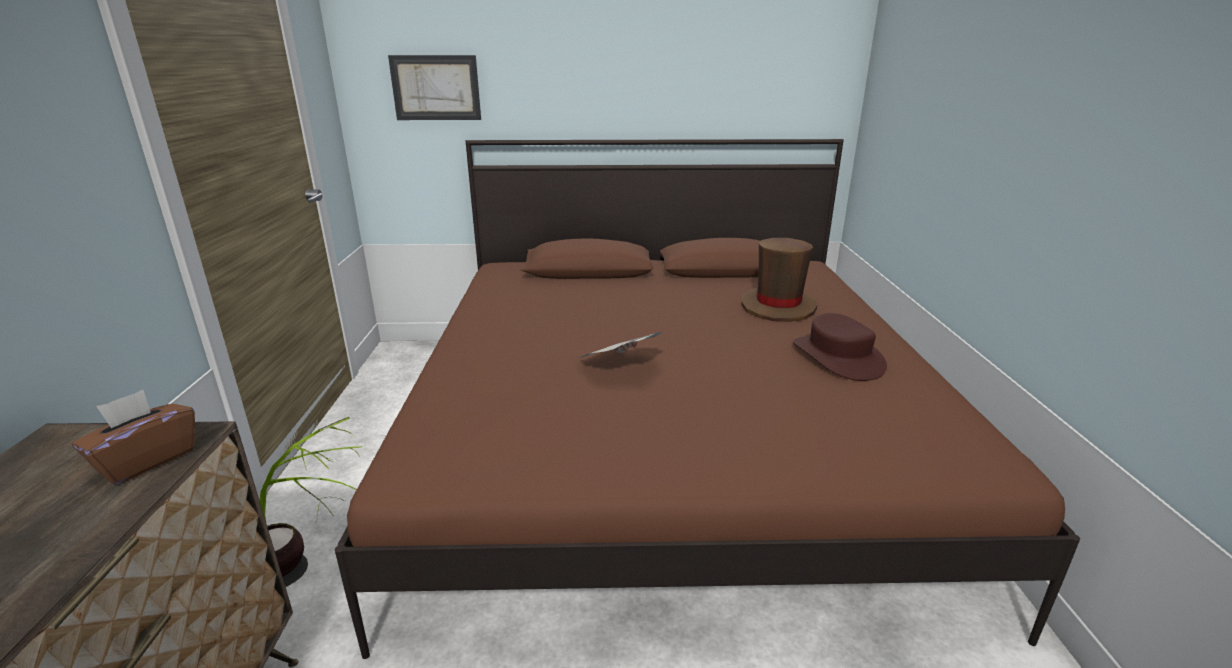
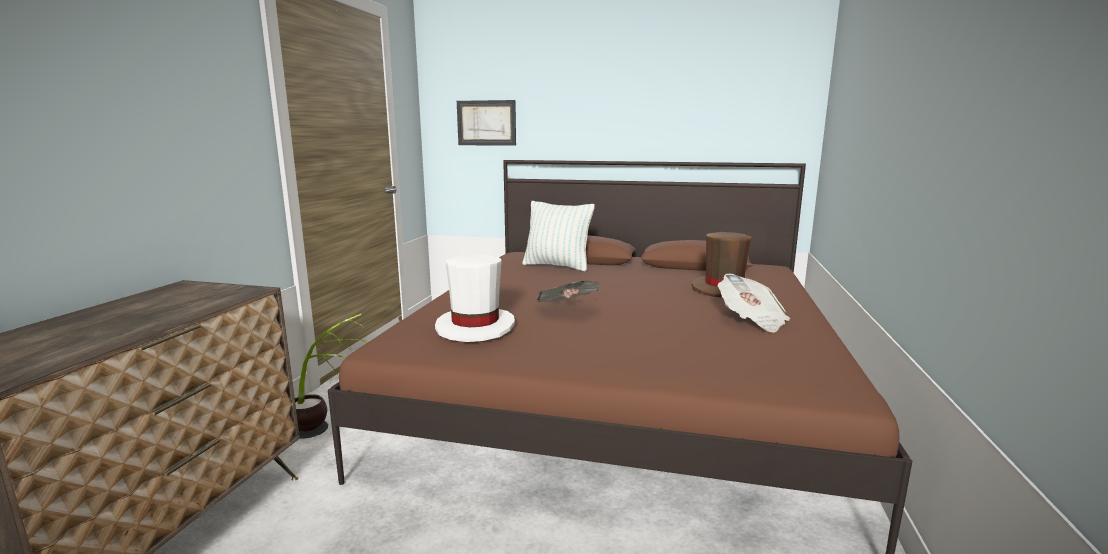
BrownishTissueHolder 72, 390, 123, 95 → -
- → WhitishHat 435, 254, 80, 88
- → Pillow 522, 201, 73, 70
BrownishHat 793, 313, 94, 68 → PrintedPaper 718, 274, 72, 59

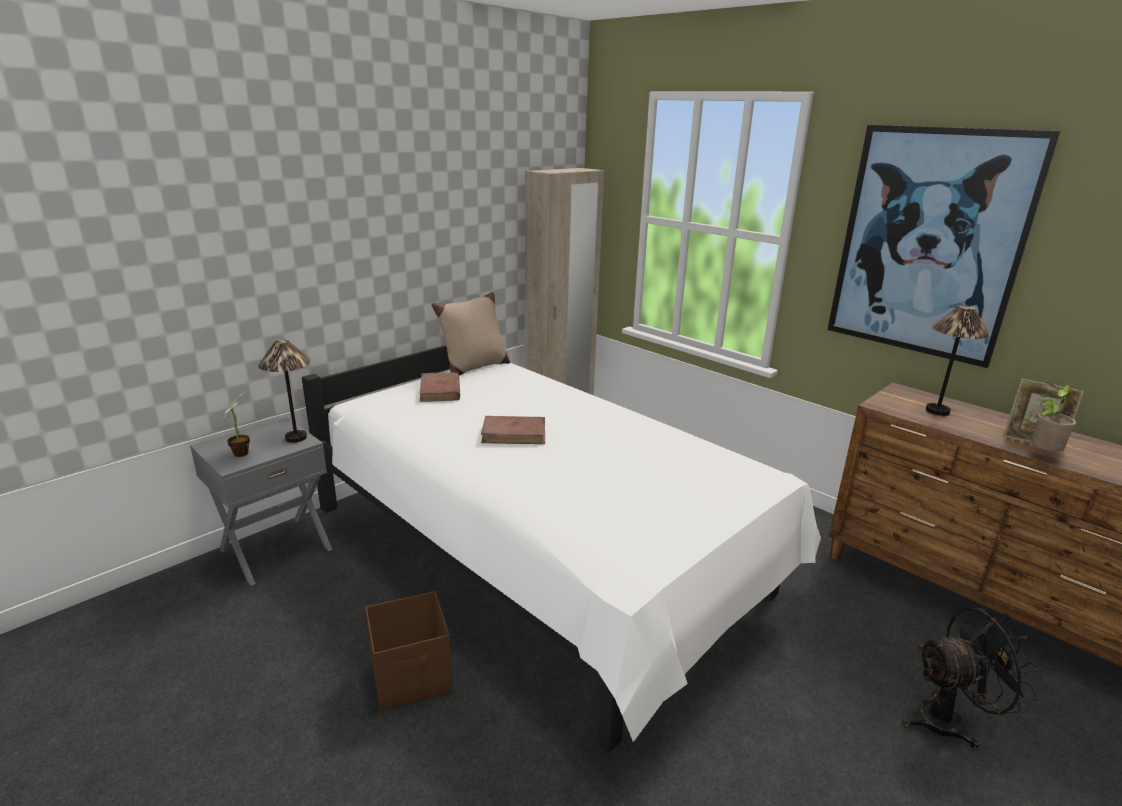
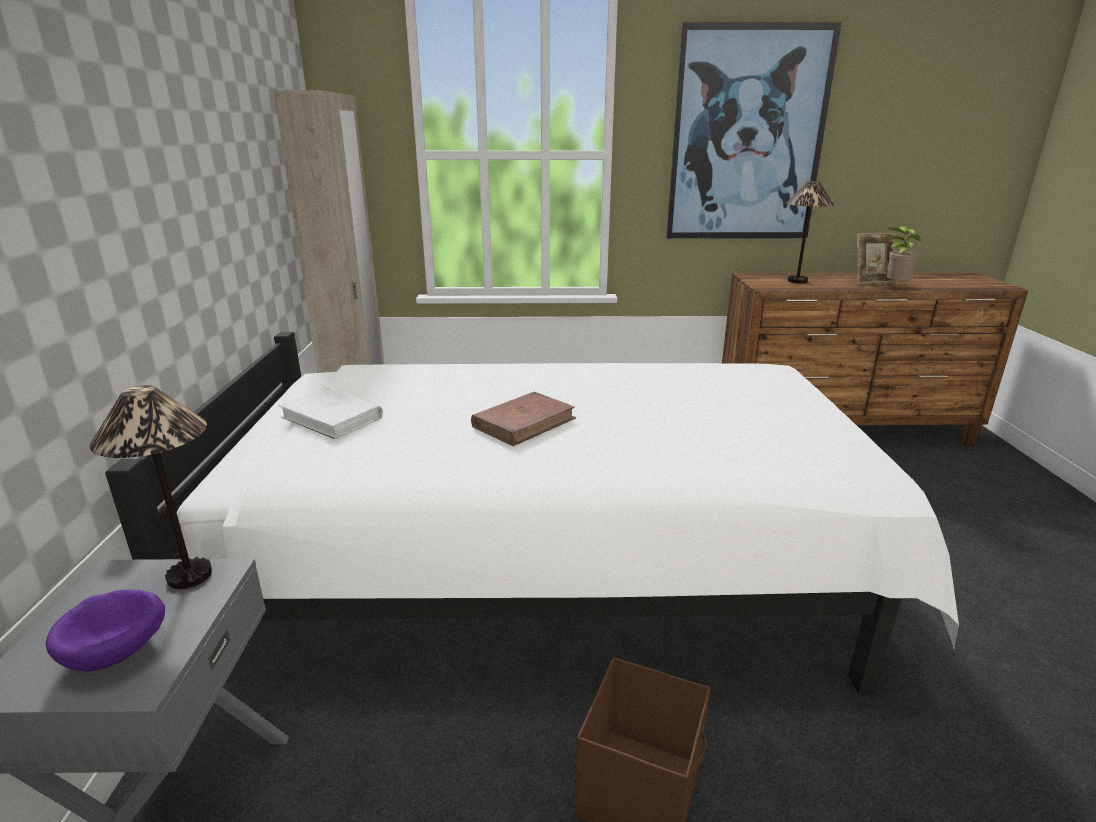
BeigeColouredPillow 431, 292, 79, 83 → -
BlackElectricFan 902, 608, 139, 142 → -
PottedPlant 222, 392, 28, 65 → PurpleDeepDish 46, 589, 119, 83
BrownishBook 420, 372, 40, 30 → WhitishBook 279, 388, 104, 51

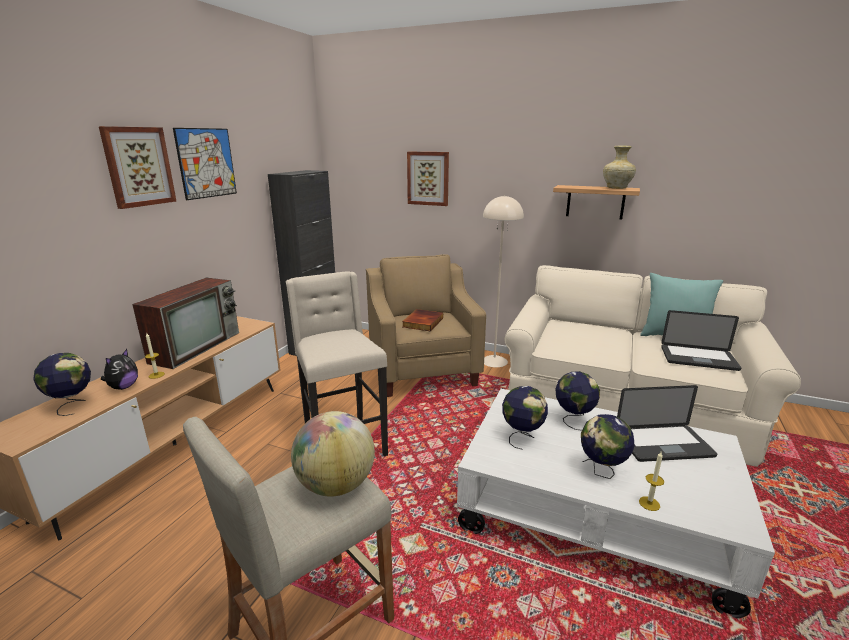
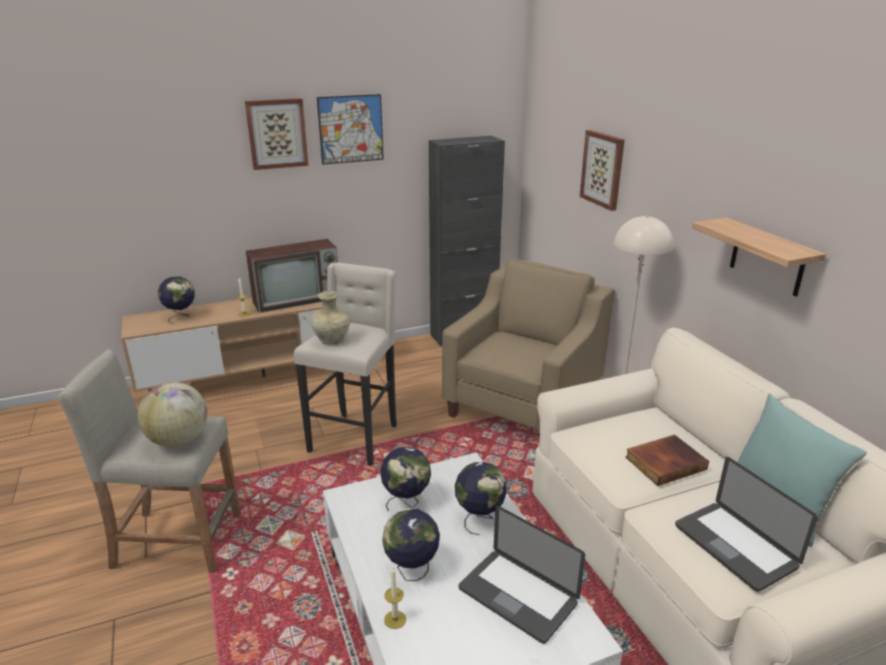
SoftToy 101, 349, 37, 41 → -
Book 402, 309, 41, 23 → Book 625, 435, 84, 51, moved
BeigeColouredDecorativeVase 603, 145, 33, 44 → BeigeColouredDecorativeVase 311, 291, 39, 54, moved

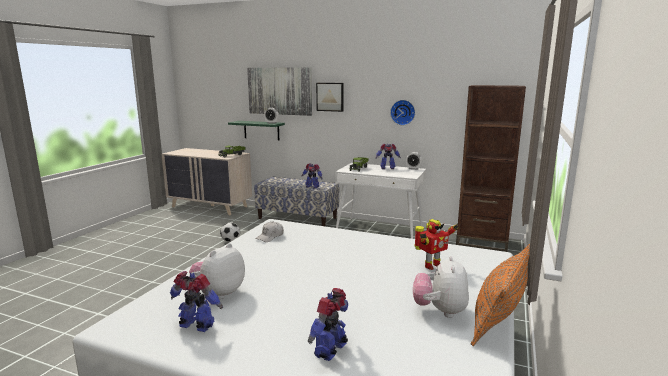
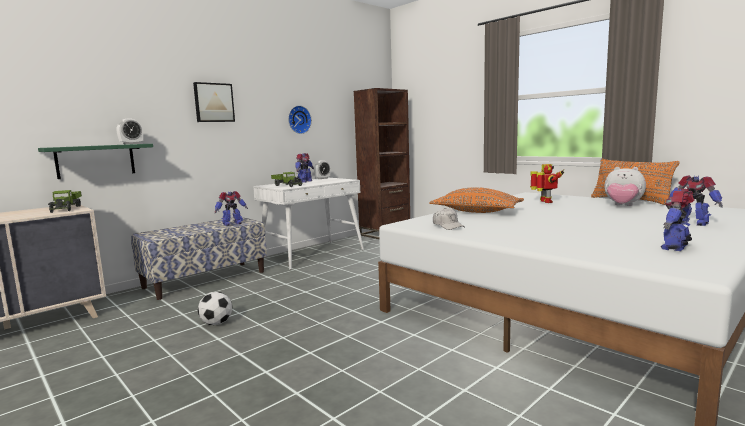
SoftToy 189, 243, 56, 56 → -
WallArt 247, 67, 65, 49 → -
- → OrangeColouredPillow 430, 187, 94, 26

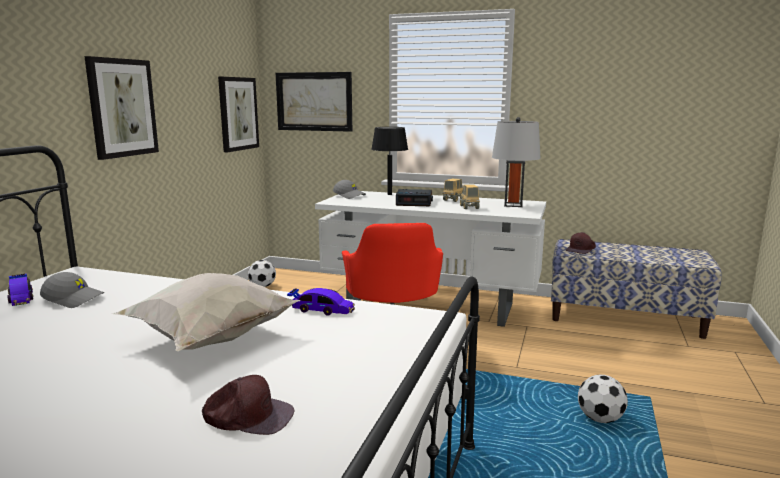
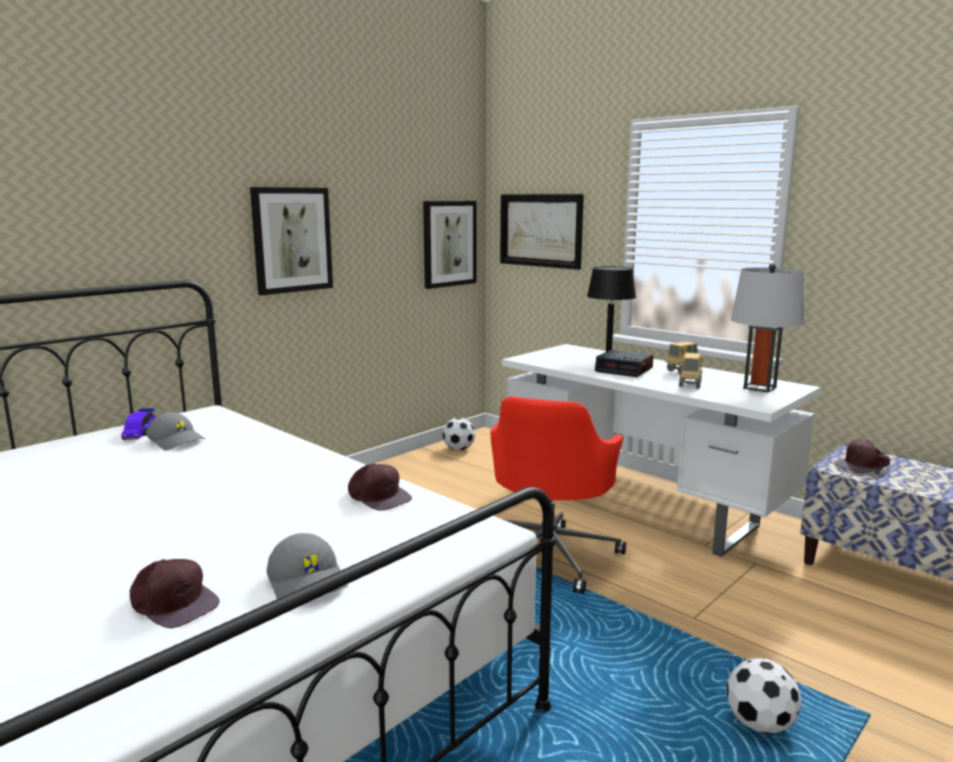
WhitishPillow 111, 273, 190, 78 → -
GrayBaseballCap 333, 180, 33, 19 → GrayBaseballCap 267, 533, 81, 66, moved
ModelCar 287, 288, 68, 27 → BrownishBaseballCap 348, 463, 64, 48

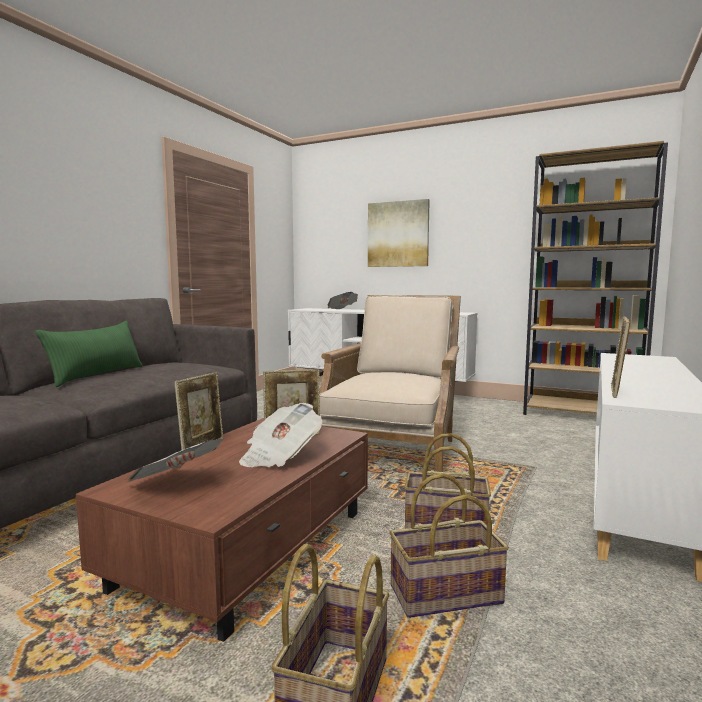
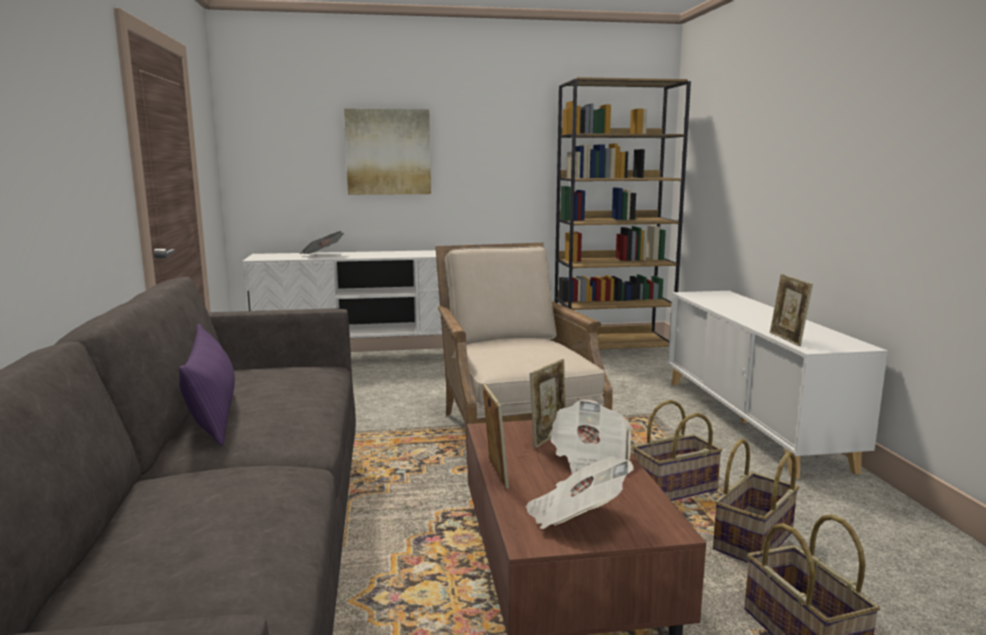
GreenPillow 35, 321, 108, 66 → PurplePillow 179, 324, 56, 122

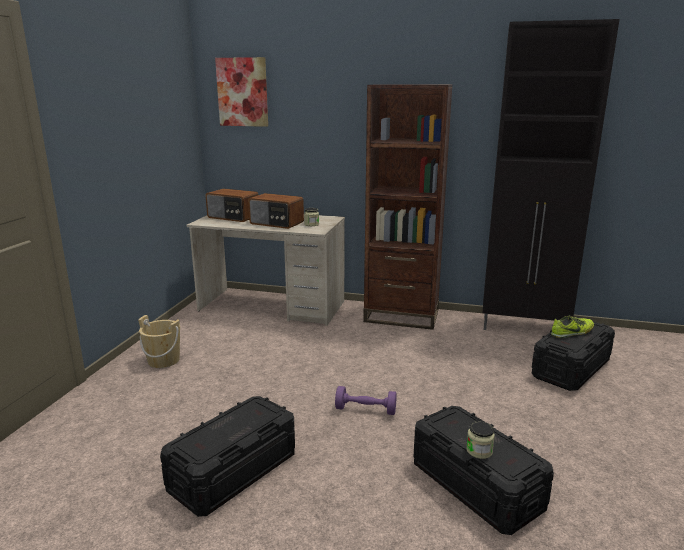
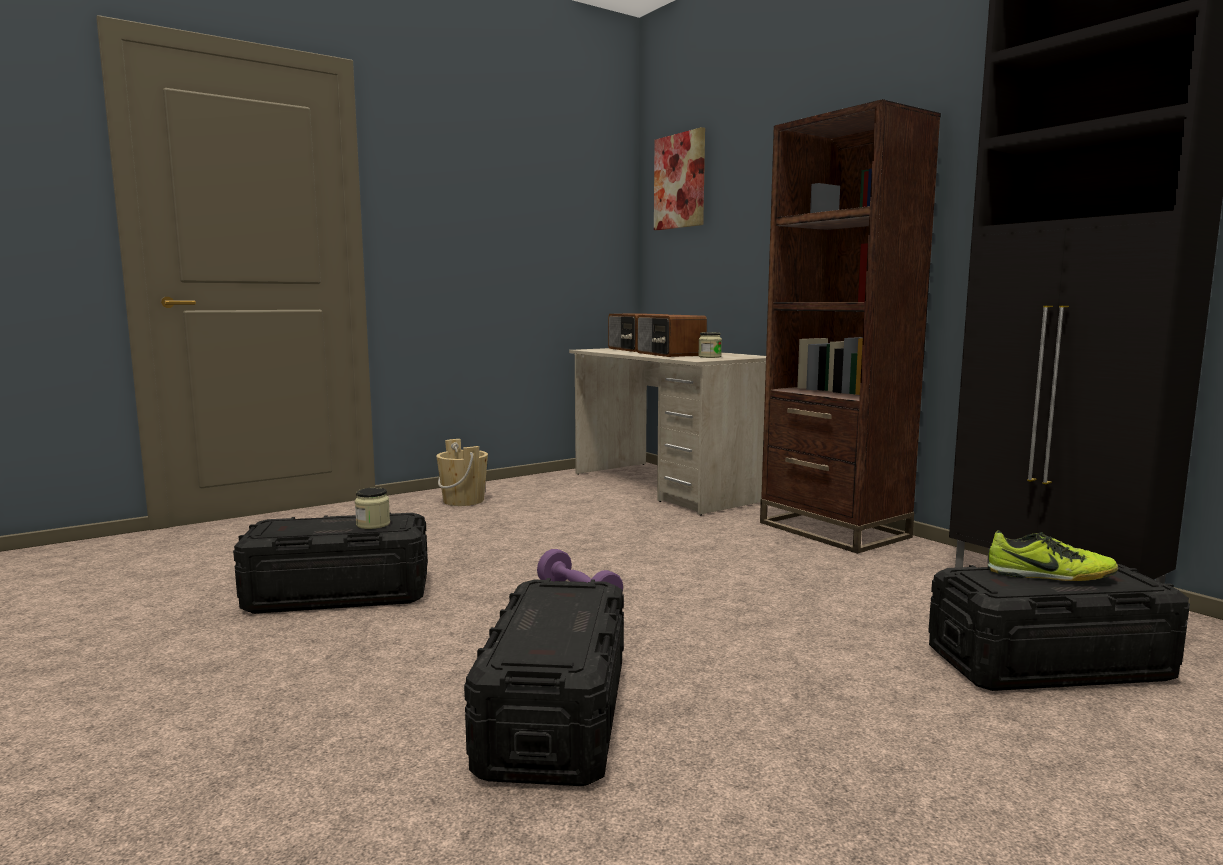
StorageJar 466, 421, 29, 38 → StorageJar 355, 487, 35, 42, moved

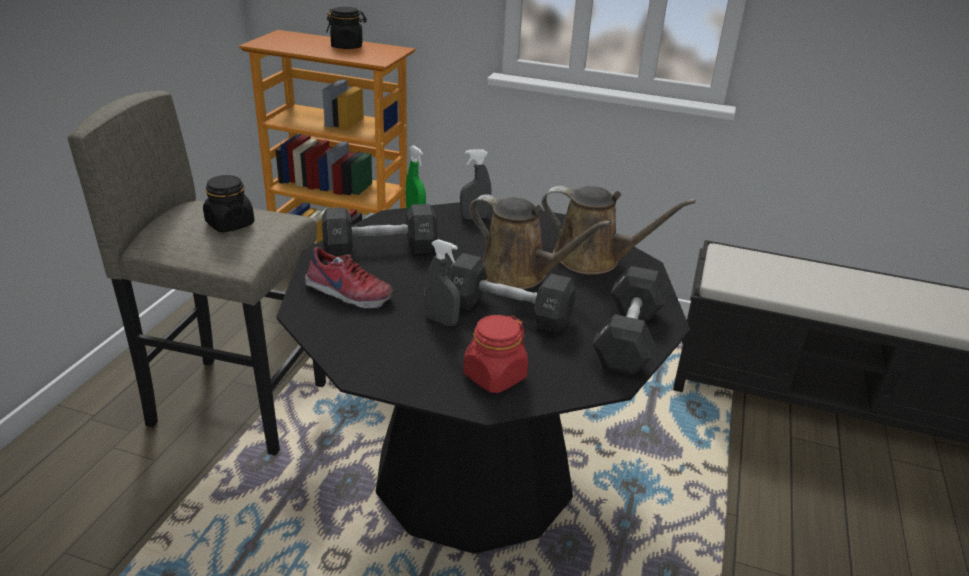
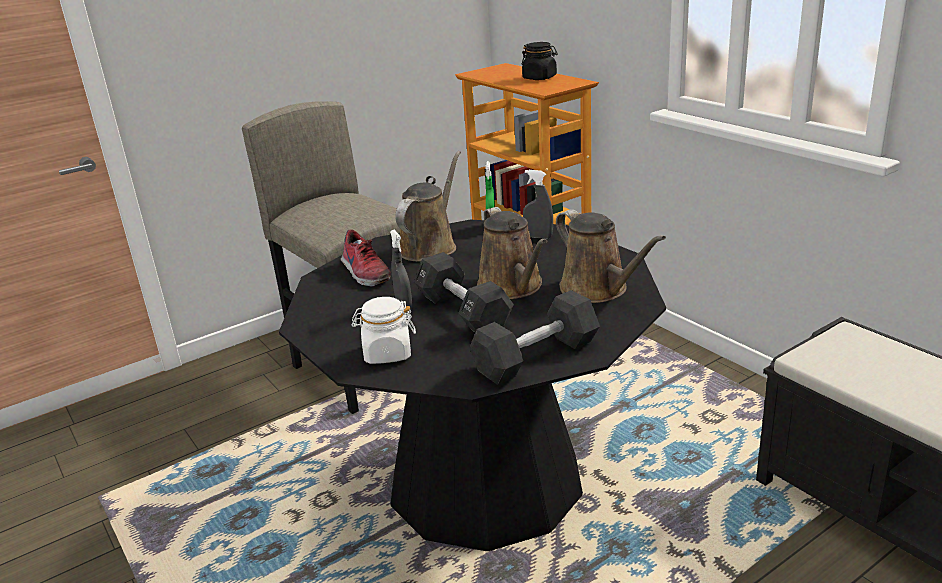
BlackStorageJar 203, 175, 51, 58 → -
BlackHandWeight 322, 204, 116, 53 → BrownishWateringCan 395, 151, 66, 110
RedColouredStorageJar 464, 315, 64, 78 → WhitishStorageJar 352, 297, 64, 67

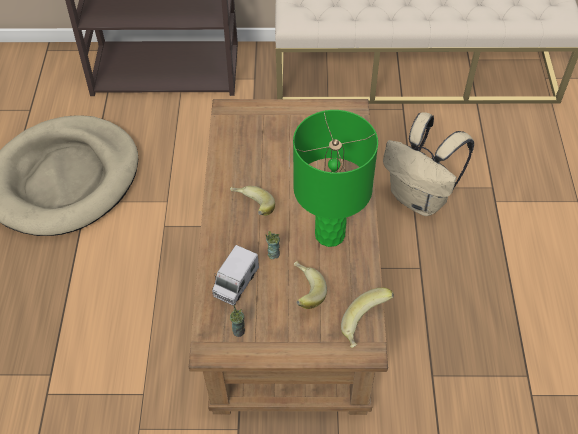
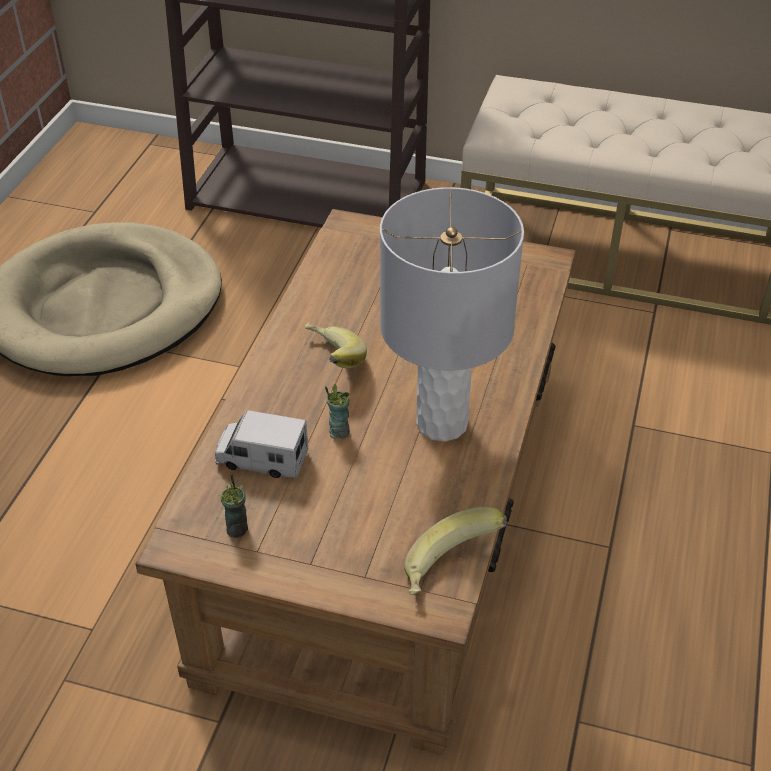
WholeBanana 294, 261, 33, 48 → -
BeigeColouredBackpack 383, 112, 91, 104 → -
GreenTableLamp 293, 110, 85, 137 → GrayTableLamp 380, 187, 144, 255
ModelTruck 212, 245, 47, 60 → ModelTruck 215, 410, 93, 69, 60 degrees clockwise

